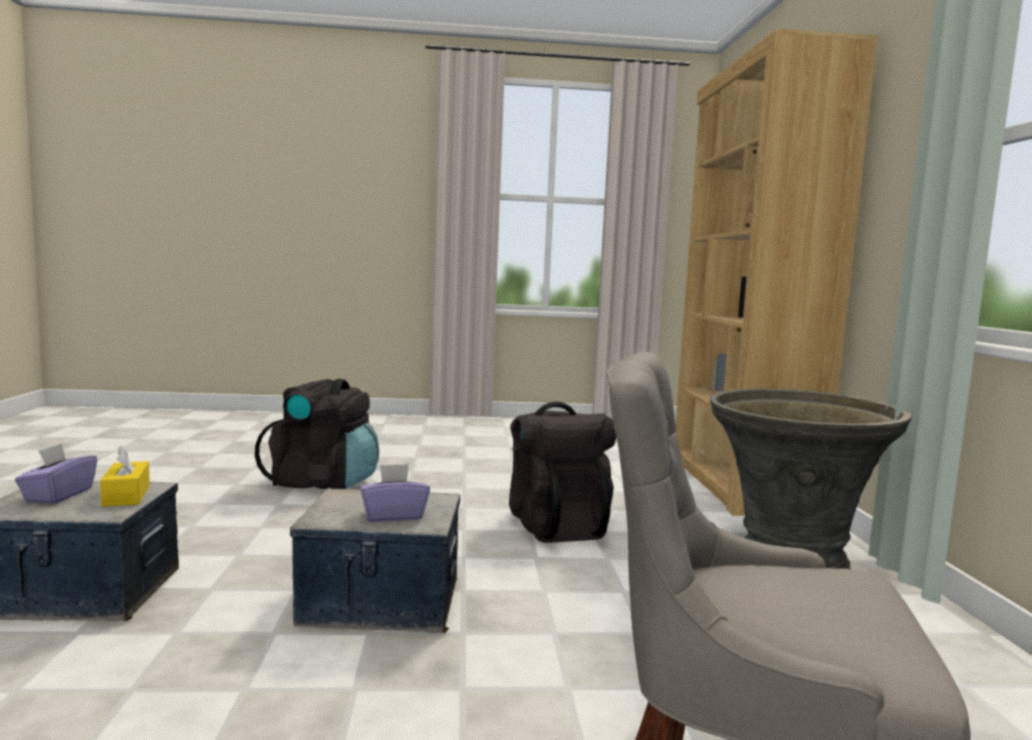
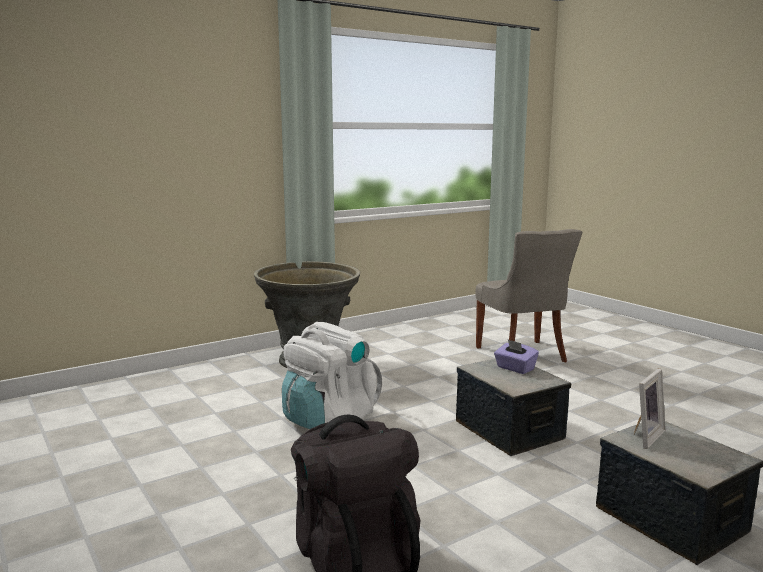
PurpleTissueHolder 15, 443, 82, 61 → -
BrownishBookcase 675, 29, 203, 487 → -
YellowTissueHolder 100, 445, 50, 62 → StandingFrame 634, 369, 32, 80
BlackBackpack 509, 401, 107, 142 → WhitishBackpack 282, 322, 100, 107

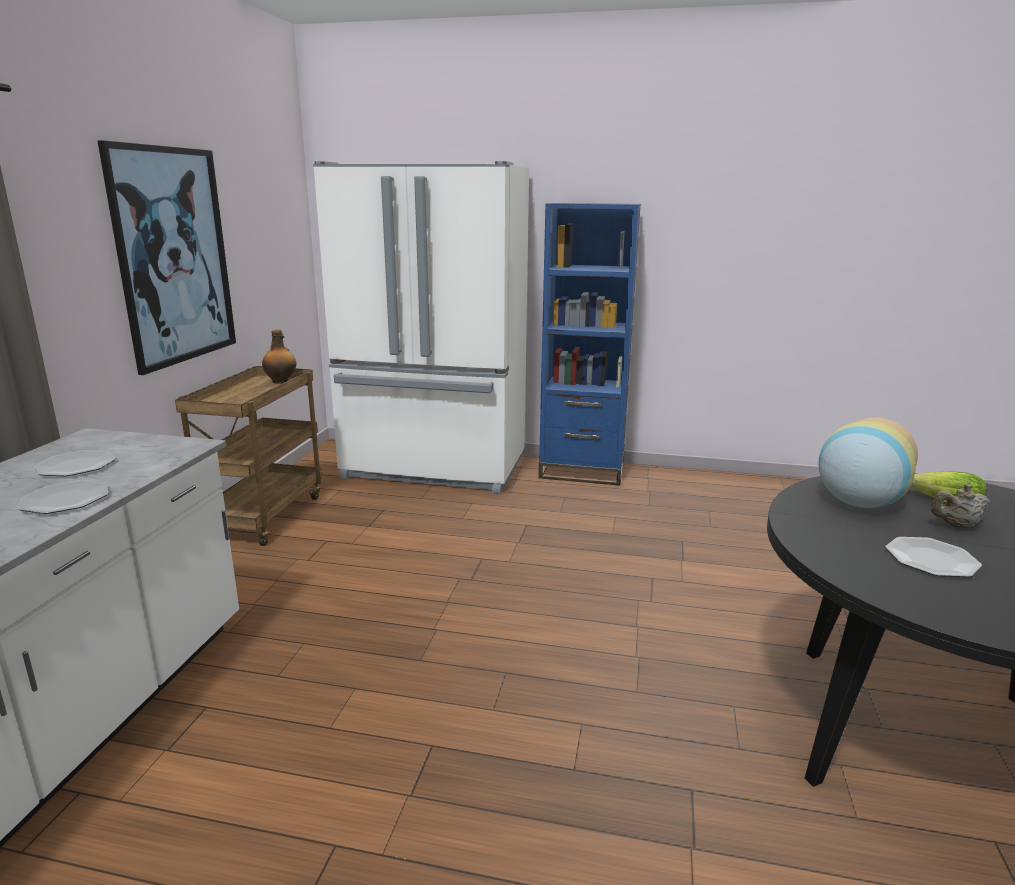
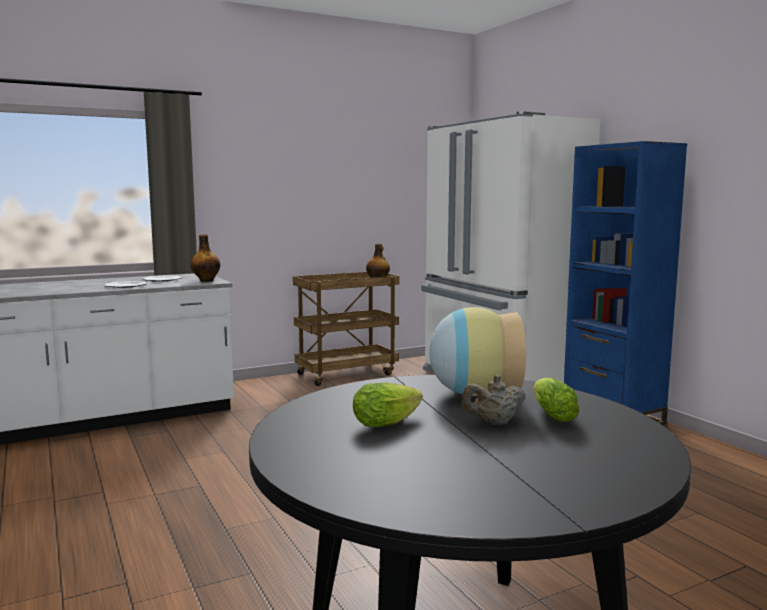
WallArt 98, 140, 138, 235 → -
- → Bottle 191, 234, 29, 48
FlatDish 885, 537, 97, 40 → LettuceHead 353, 382, 70, 45
BeigeColouredTeaPot 931, 484, 59, 44 → BeigeColouredTeaPot 462, 375, 64, 50, 60 degrees counterclockwise

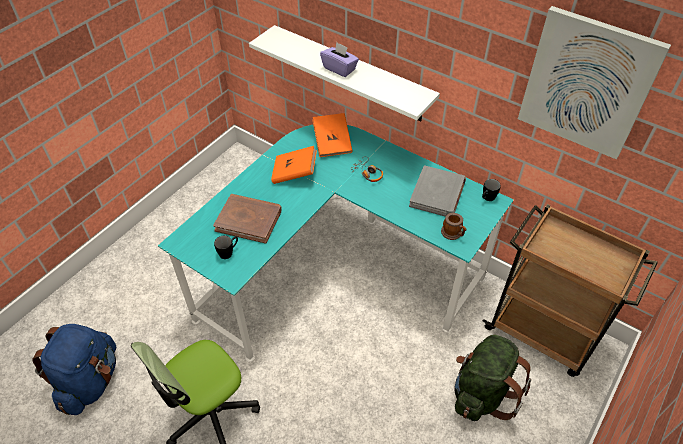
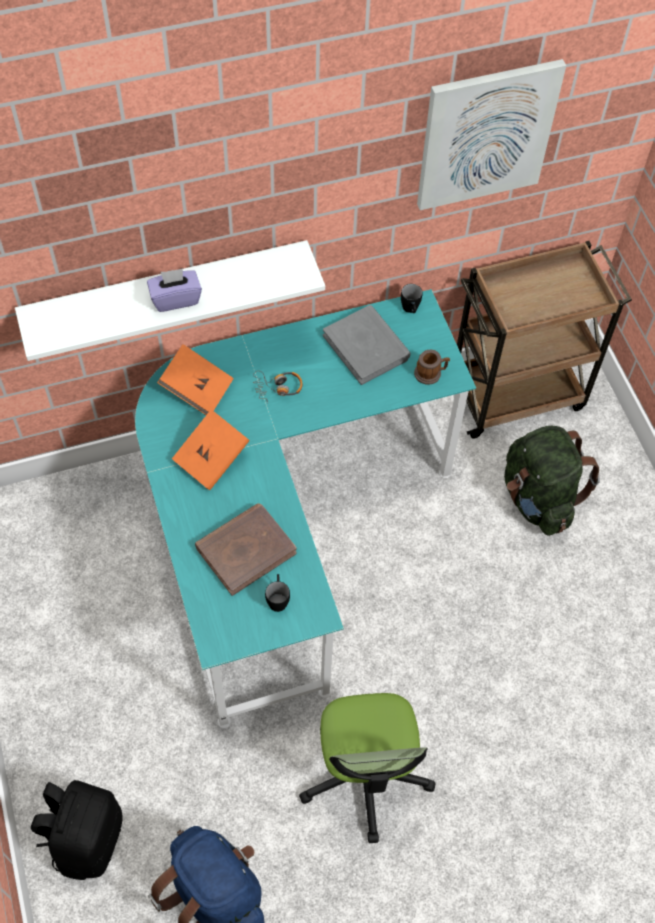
- → BlackBackpack 31, 780, 92, 100

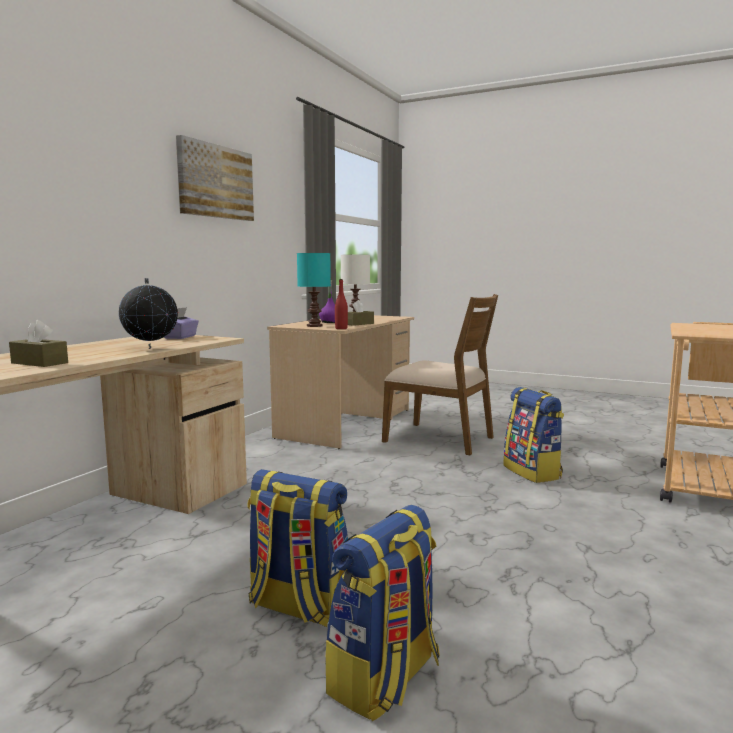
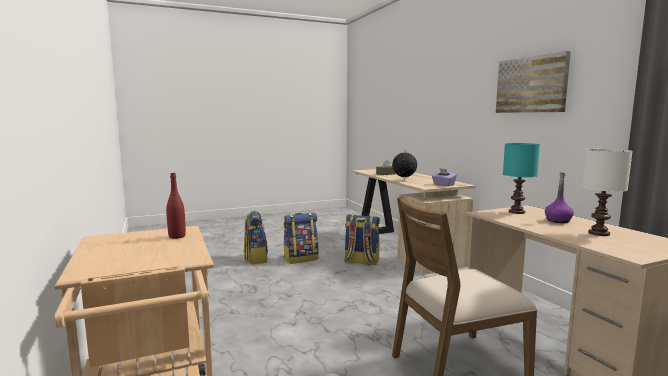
BrownishTissueHolder 348, 300, 26, 26 → -
RedColouredBottle 335, 279, 13, 50 → RedColouredBottle 166, 173, 20, 66, moved
Backpack 503, 387, 61, 96 → Backpack 344, 215, 36, 50, moved

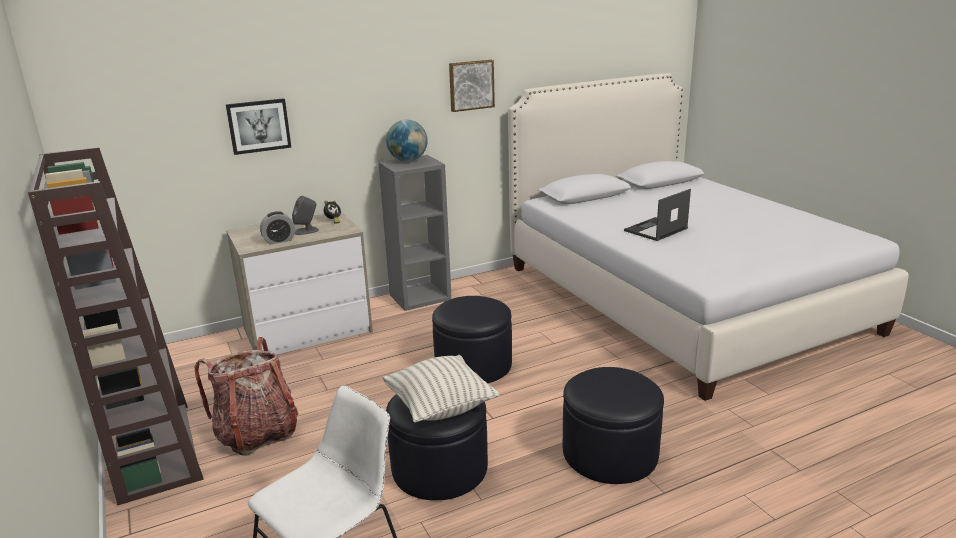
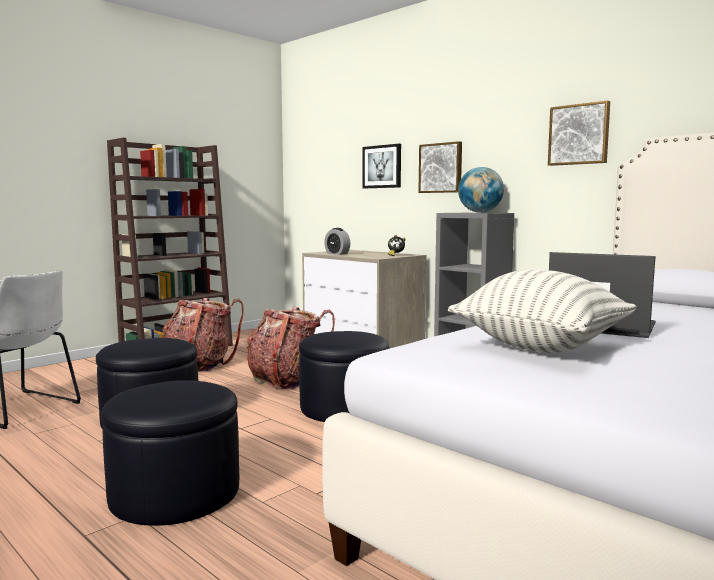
GrayAudioSpeaker 292, 195, 27, 40 → -
- → Backpack 247, 307, 88, 83
- → WallArt 418, 141, 44, 52
Pillow 382, 355, 117, 68 → Pillow 448, 270, 189, 83, moved

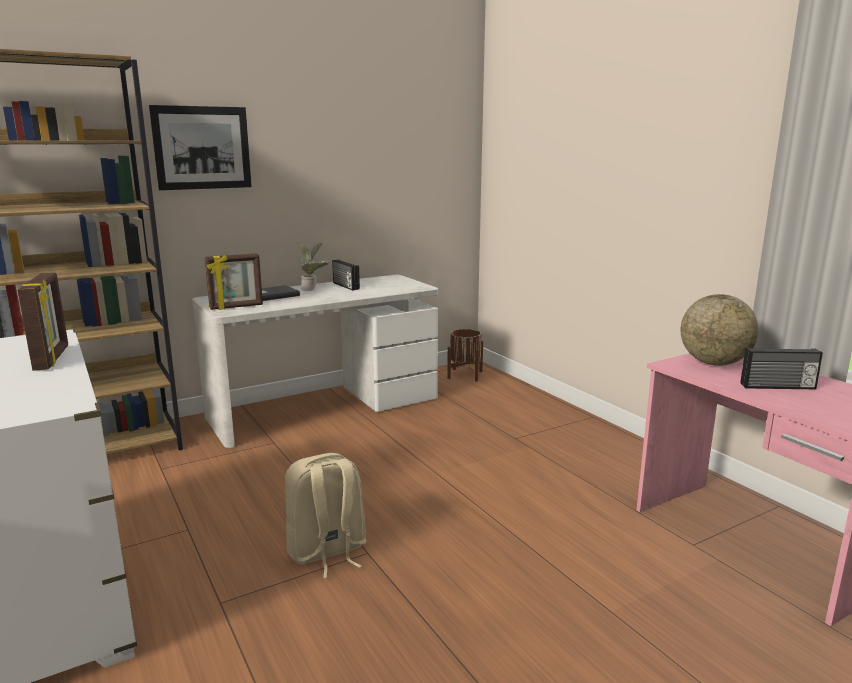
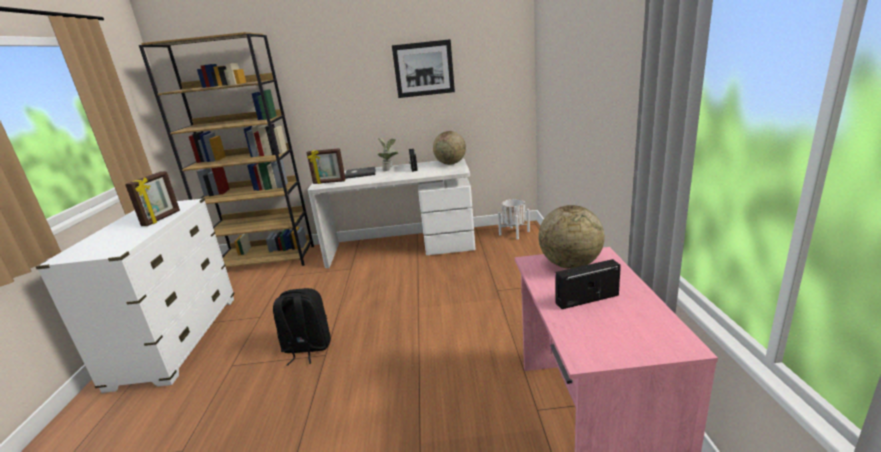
- → DeskGlobe 433, 131, 33, 34
WallArt 149, 105, 103, 85 → WallArt 392, 39, 63, 59, moved
BeigeColouredBackpack 285, 453, 82, 125 → BlackBackpack 273, 288, 58, 78
BrownishPlantPot 447, 329, 36, 52 → WhitishPlantPot 498, 199, 32, 41
RadioSet 740, 348, 83, 41 → RadioSet 555, 259, 66, 50, 135 degrees clockwise

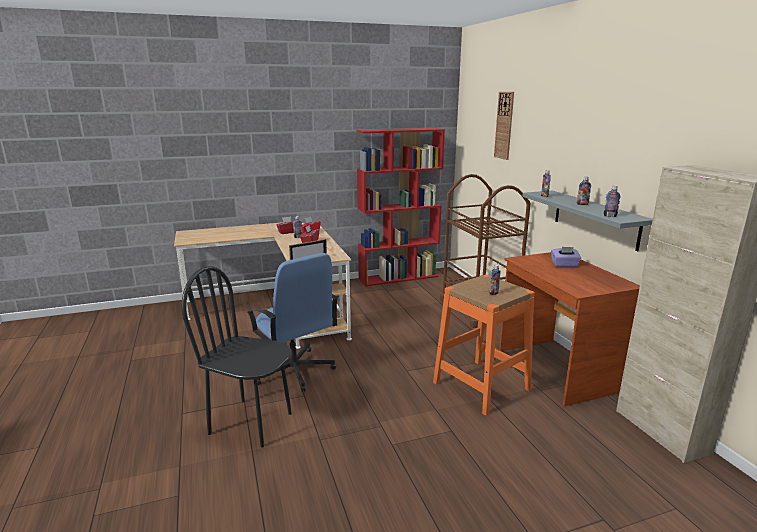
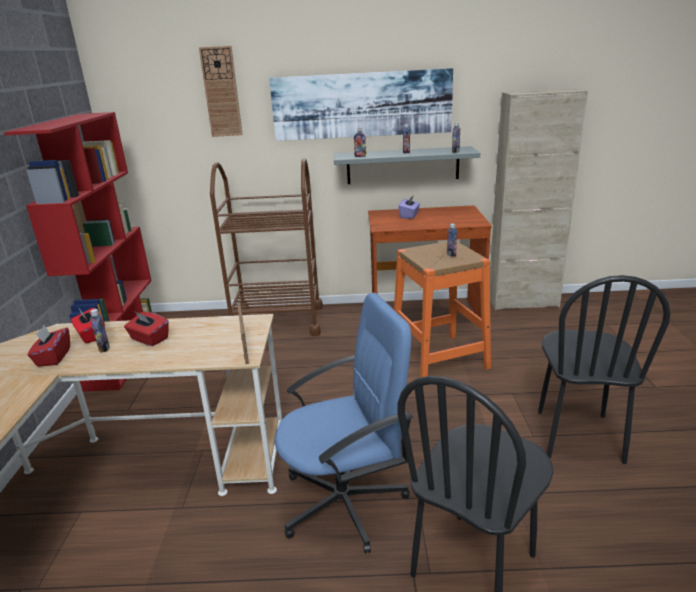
- → WallArt 269, 68, 184, 73
- → BlackChair 538, 275, 132, 189

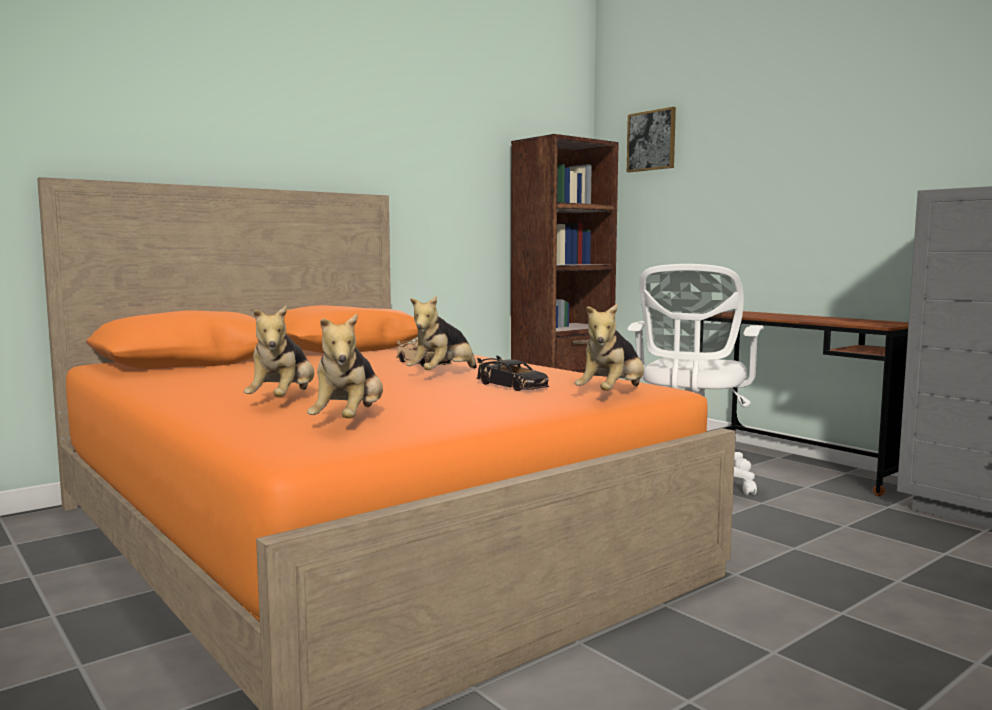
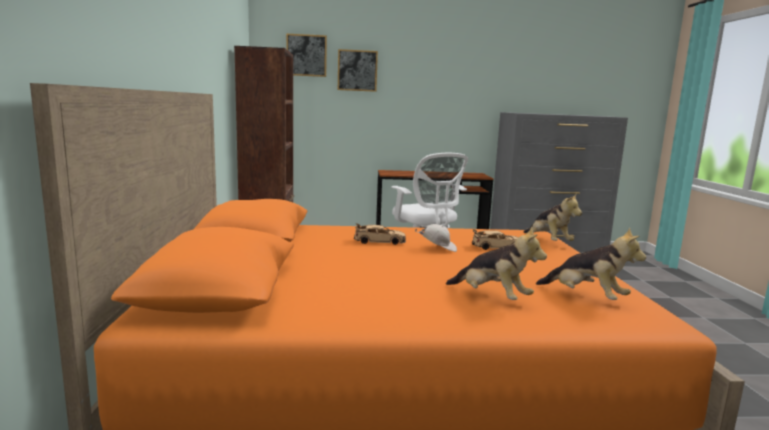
- → WallArt 338, 49, 40, 43
SoftToy 406, 295, 71, 75 → WhitishBaseballCap 415, 224, 42, 28
BlackModelCar 477, 356, 72, 35 → BeigeColouredModelCar 472, 229, 46, 21

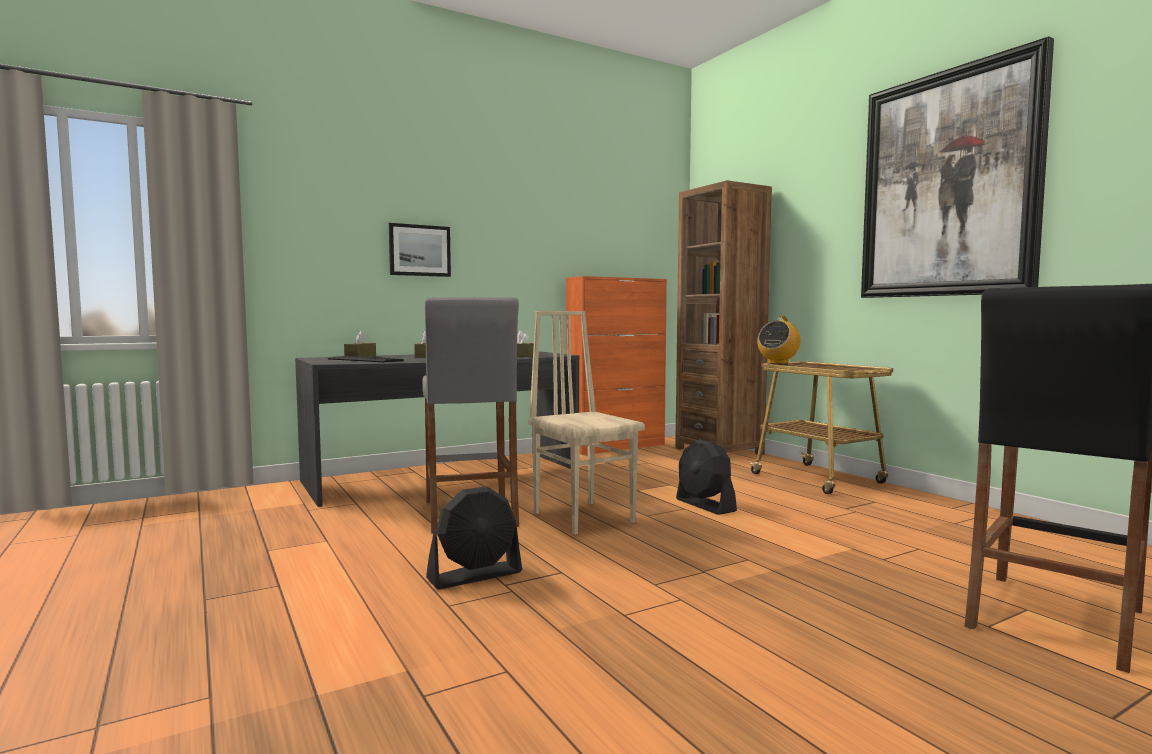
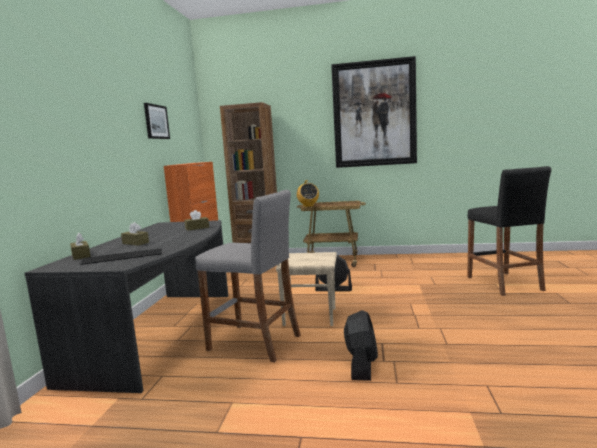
WallArt 389, 223, 62, 54 → WallArt 144, 103, 26, 36, moved

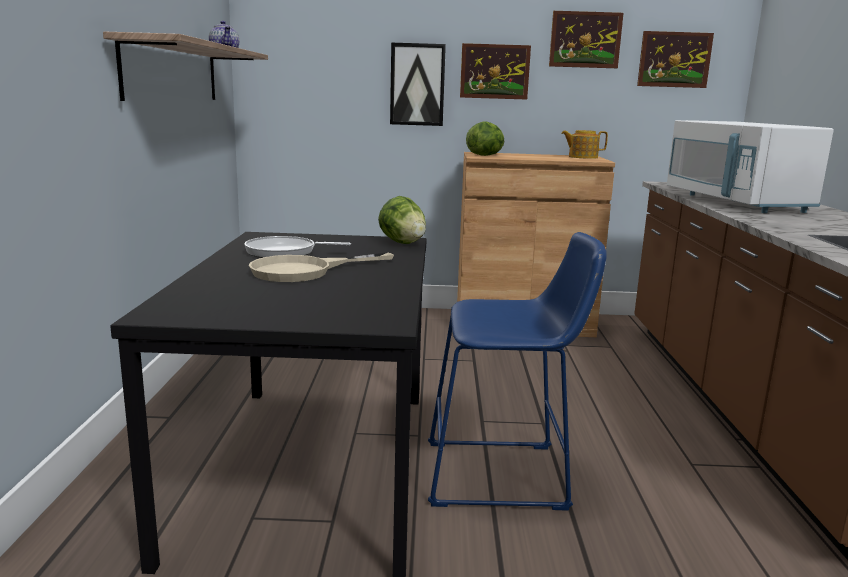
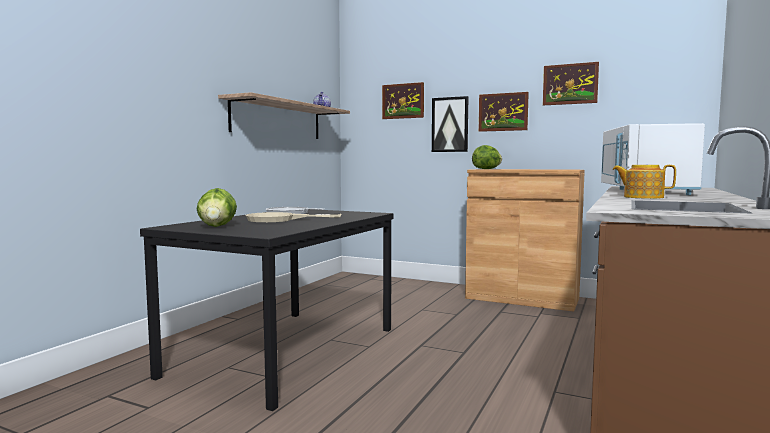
BlueColouredStoolSeat 428, 232, 179, 278 → -
LettuceHead 378, 196, 48, 48 → LettuceHead 197, 188, 40, 39, moved
TeaPot 561, 130, 47, 29 → TeaPot 613, 165, 63, 34, moved
WallArt 637, 31, 77, 57 → WallArt 382, 82, 42, 37, moved

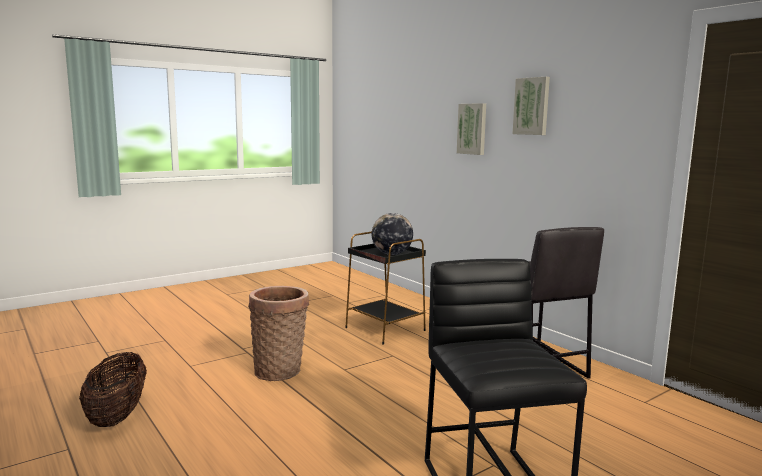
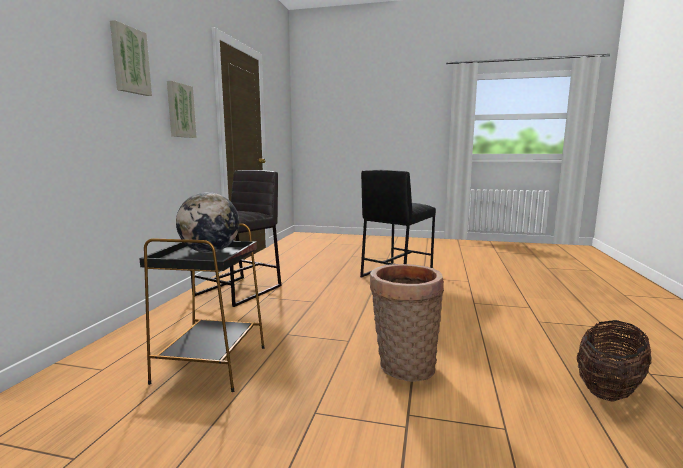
WallArt 457, 103, 29, 52 → WallArt 167, 81, 30, 57, moved

